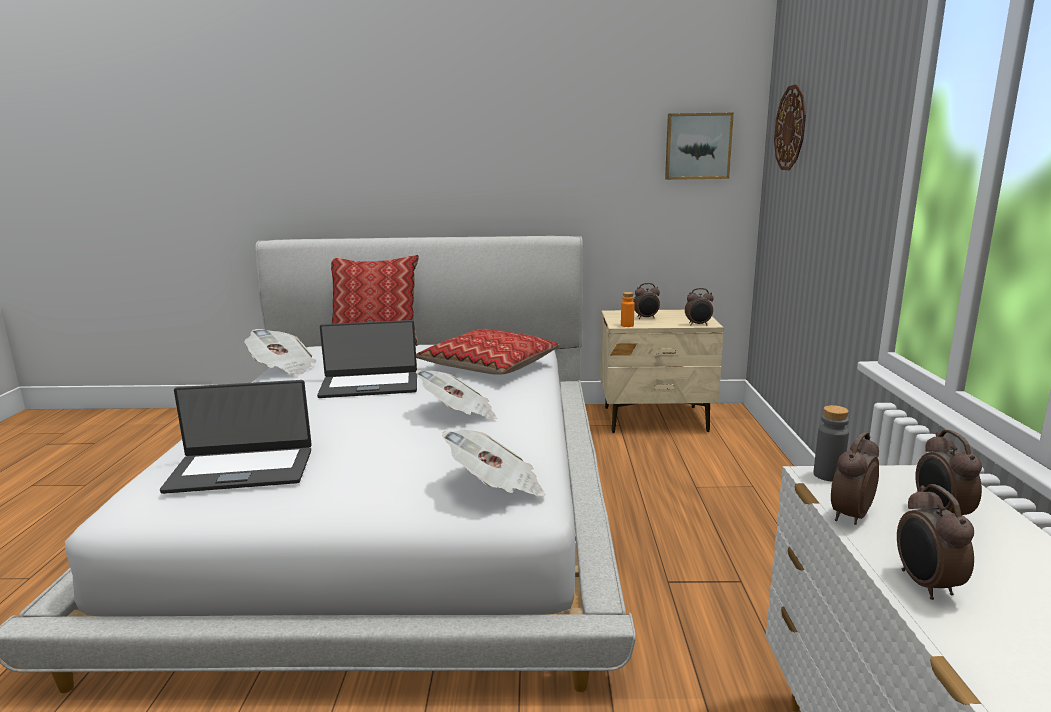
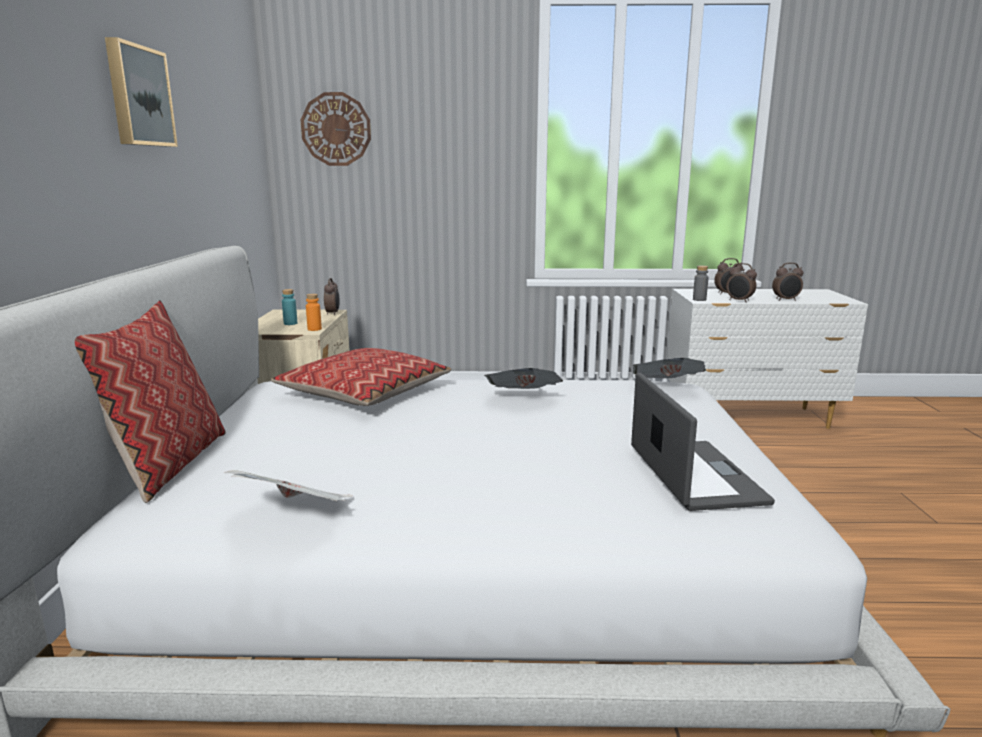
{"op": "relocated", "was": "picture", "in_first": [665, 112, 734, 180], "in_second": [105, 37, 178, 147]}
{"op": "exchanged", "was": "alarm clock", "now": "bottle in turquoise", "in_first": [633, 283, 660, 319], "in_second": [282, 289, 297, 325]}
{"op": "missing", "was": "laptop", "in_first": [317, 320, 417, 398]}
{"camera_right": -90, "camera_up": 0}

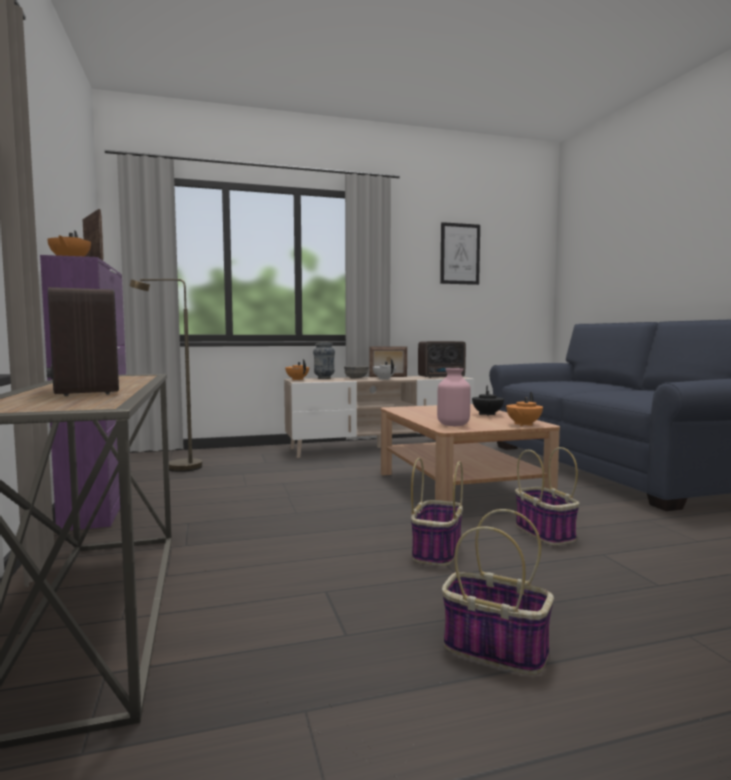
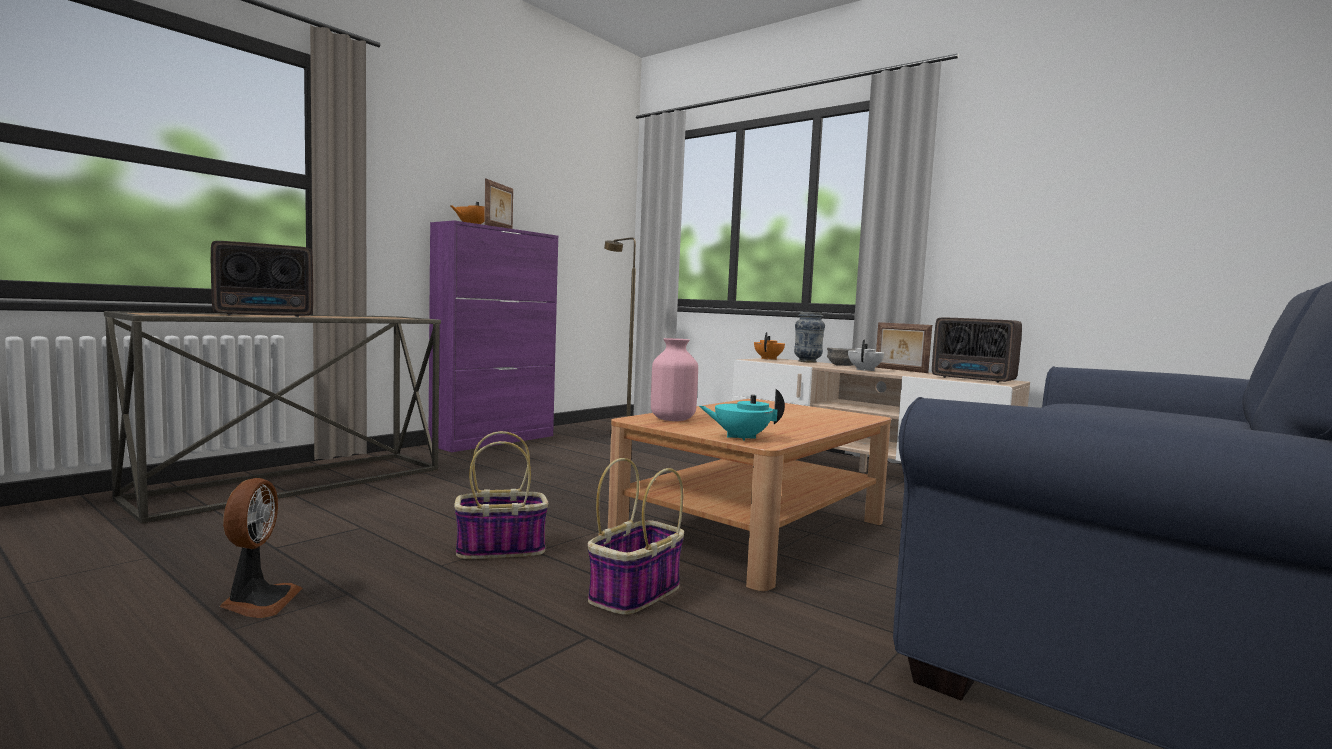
{"op": "missing", "was": "picture", "in_first": [440, 222, 480, 285]}
{"op": "spun", "was": "radio", "in_first": [46, 287, 119, 396], "in_second": [211, 241, 313, 317], "clockwise": -150}
{"op": "missing", "was": "teapot in black", "in_first": [472, 386, 504, 416]}
{"op": "colour", "was": "teapot in orange", "now": "teapot in turquoise", "in_first": [506, 392, 543, 426], "in_second": [699, 389, 785, 441]}
{"op": "exchanged", "was": "basket", "now": "fan", "in_first": [442, 509, 554, 675], "in_second": [220, 478, 302, 618]}
{"camera_right": 55, "camera_up": 0}

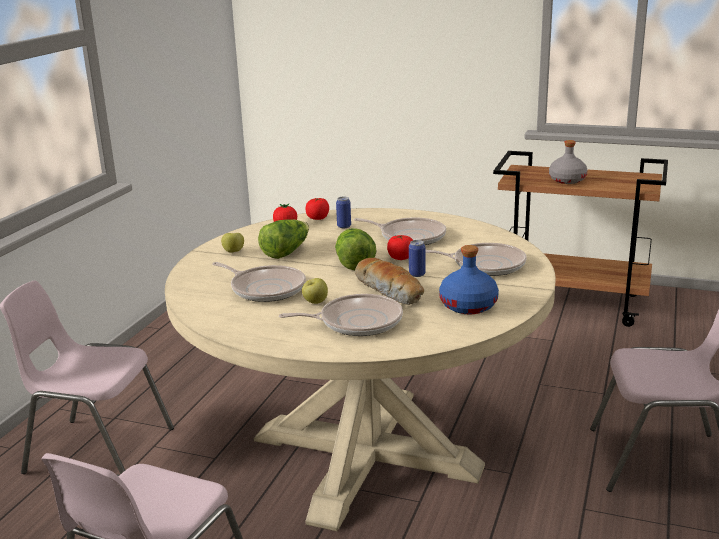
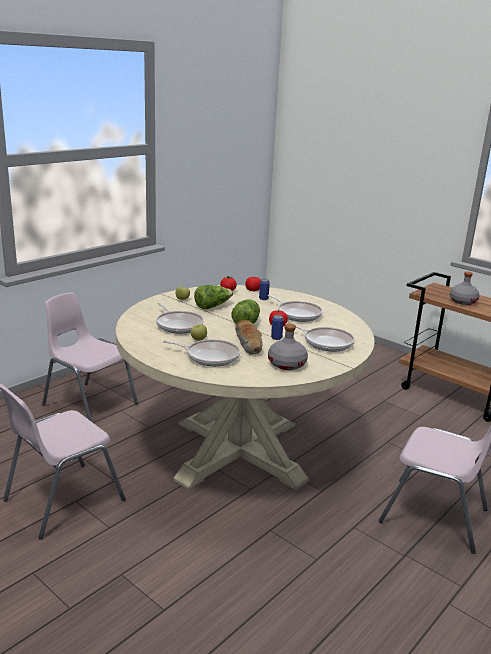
{"op": "colour", "was": "bottle in blue", "now": "bottle in grey", "in_first": [439, 245, 499, 314], "in_second": [268, 323, 308, 370]}
{"camera_right": 20, "camera_up": 0}

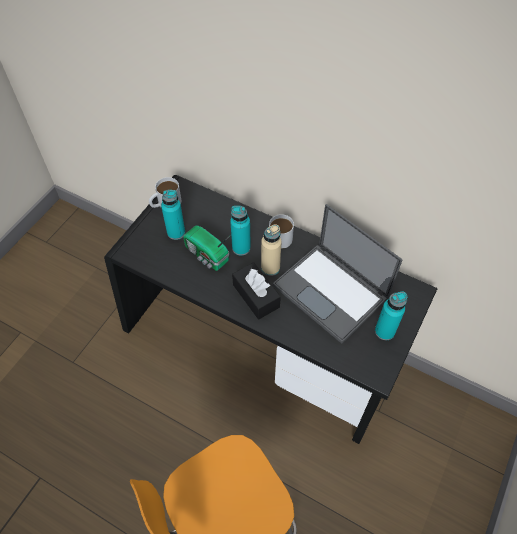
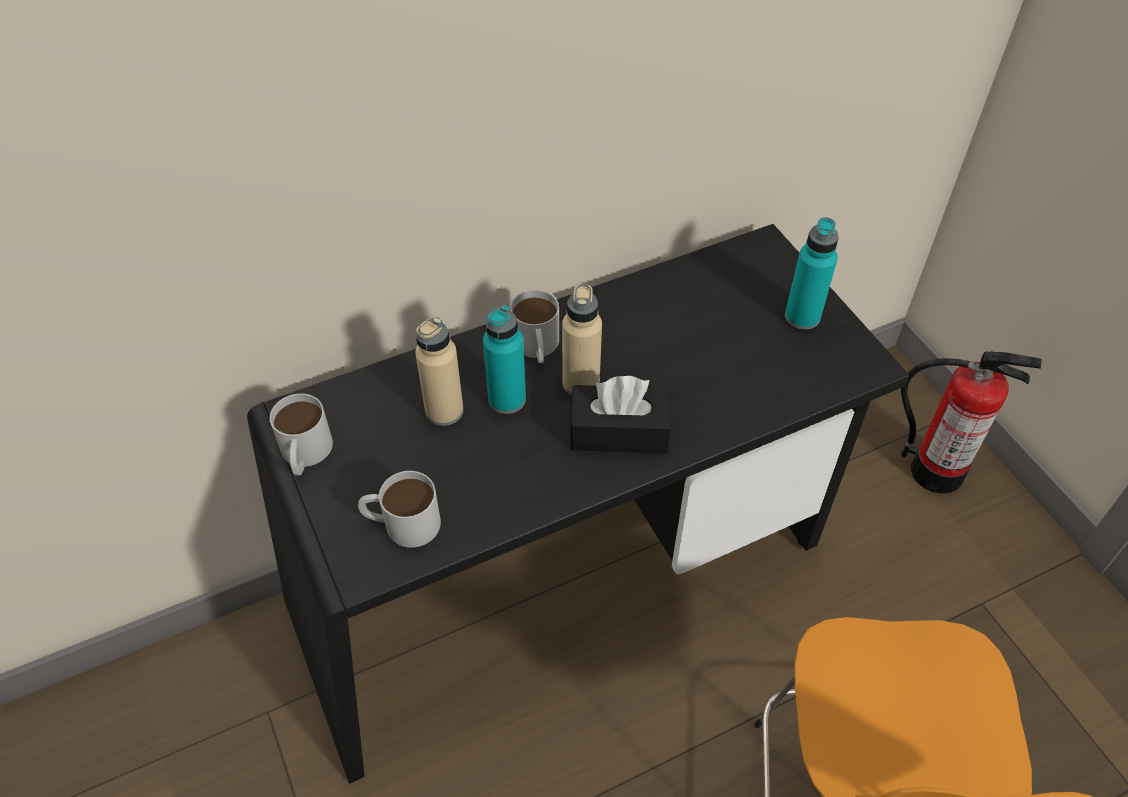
{"op": "missing", "was": "bottle in turquoise", "in_first": [161, 190, 185, 240]}
{"op": "missing", "was": "laptop", "in_first": [273, 204, 403, 344]}
{"op": "missing", "was": "radio", "in_first": [183, 226, 231, 271]}
{"op": "appeared", "now": "bottle in beige", "in_second": [415, 317, 464, 426]}
{"op": "appeared", "now": "fire extinguisher", "in_second": [901, 350, 1042, 494]}
{"op": "appeared", "now": "mug in white", "in_second": [358, 471, 441, 548]}
{"camera_right": -55, "camera_up": -5}

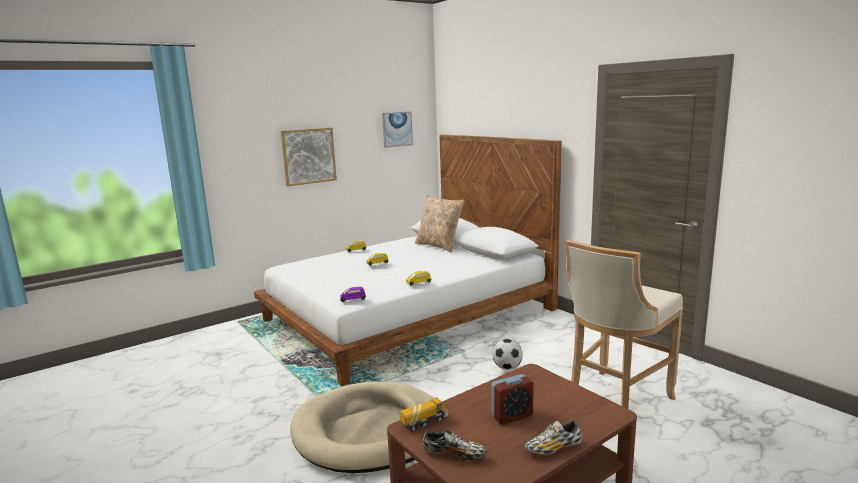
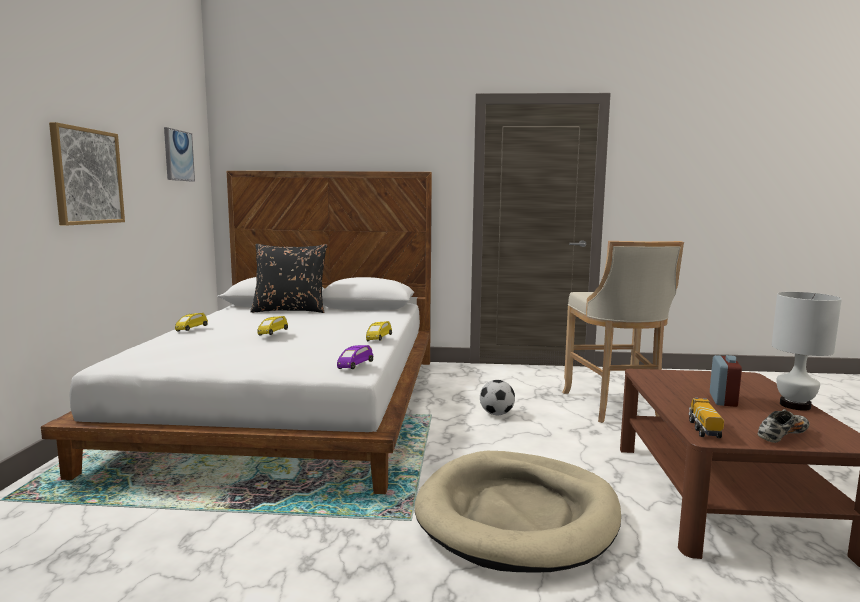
{"op": "colour", "was": "pillow in beige", "now": "pillow in black", "in_first": [415, 194, 465, 253], "in_second": [250, 244, 327, 313]}
{"op": "exchanged", "was": "shoe", "now": "table lamp in white", "in_first": [523, 420, 582, 455], "in_second": [772, 292, 842, 411]}
{"camera_right": -50, "camera_up": -5}

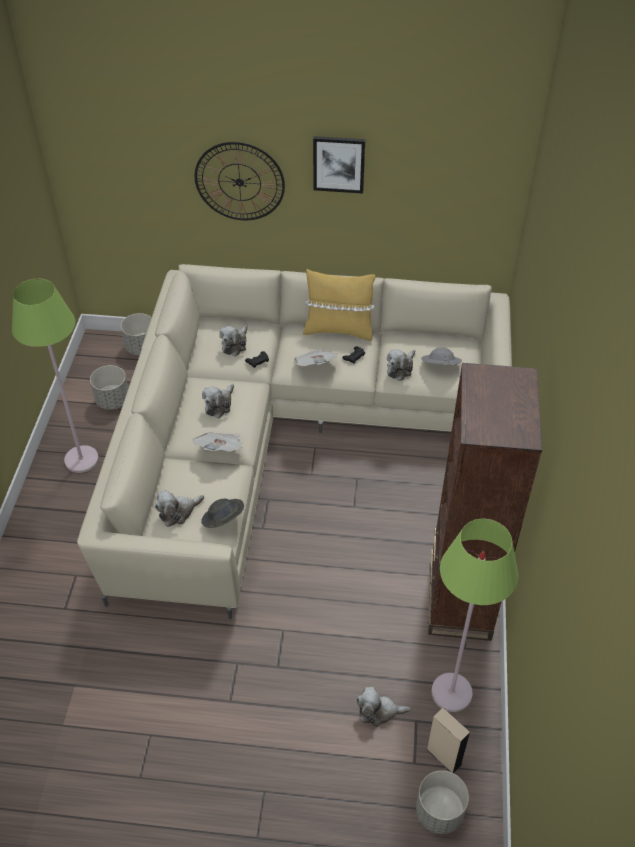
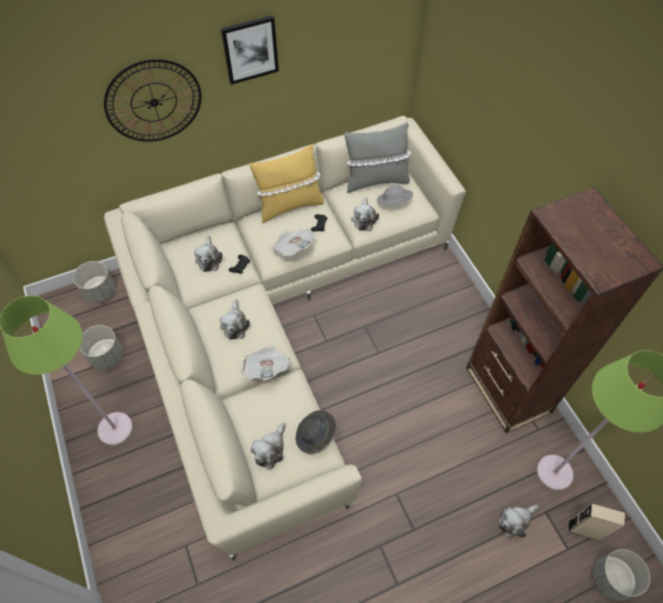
{"op": "appeared", "now": "pillow in grey", "in_second": [344, 123, 411, 193]}
{"camera_right": -30, "camera_up": 10}

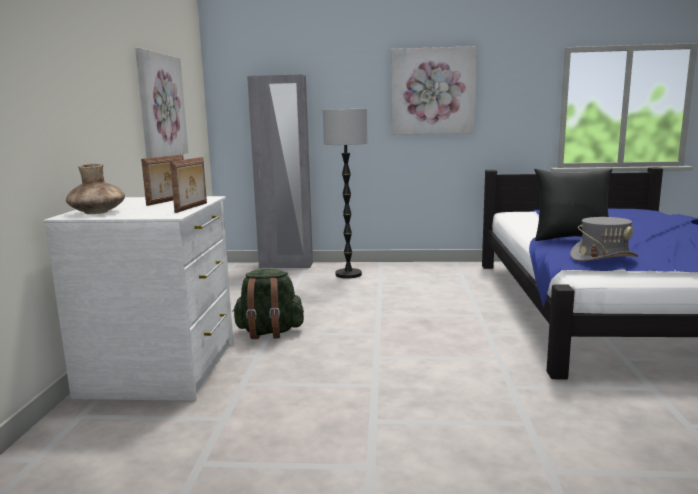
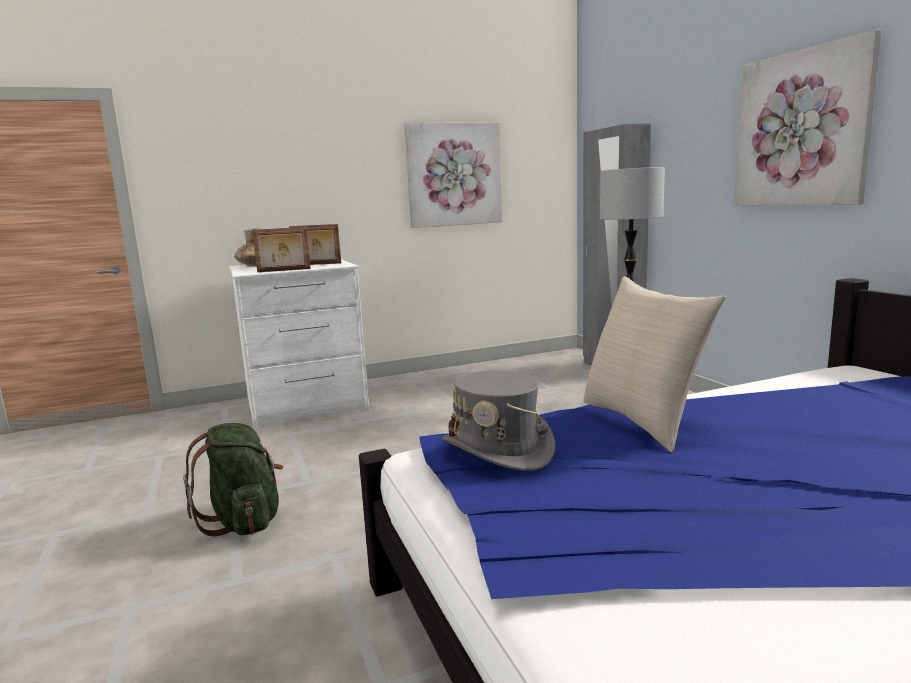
{"op": "colour", "was": "pillow in black", "now": "pillow in beige", "in_first": [534, 168, 612, 241], "in_second": [583, 277, 726, 452]}
{"op": "relocated", "was": "backpack in green", "in_first": [232, 269, 304, 339], "in_second": [183, 423, 283, 536]}
{"camera_right": 65, "camera_up": 0}

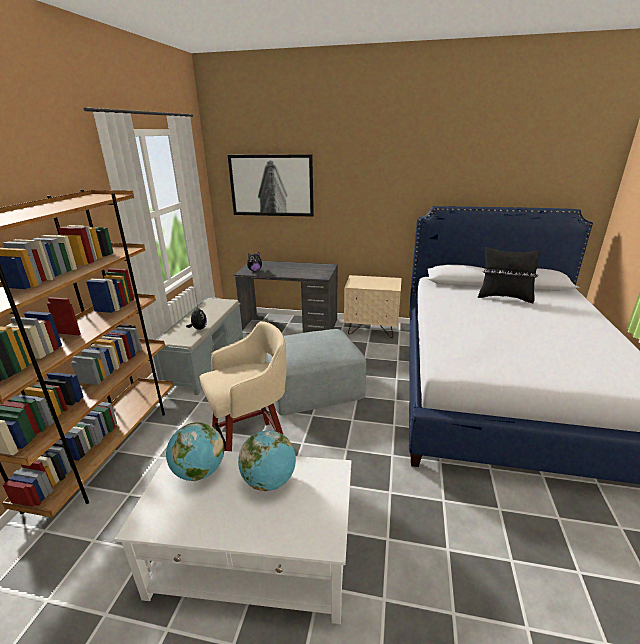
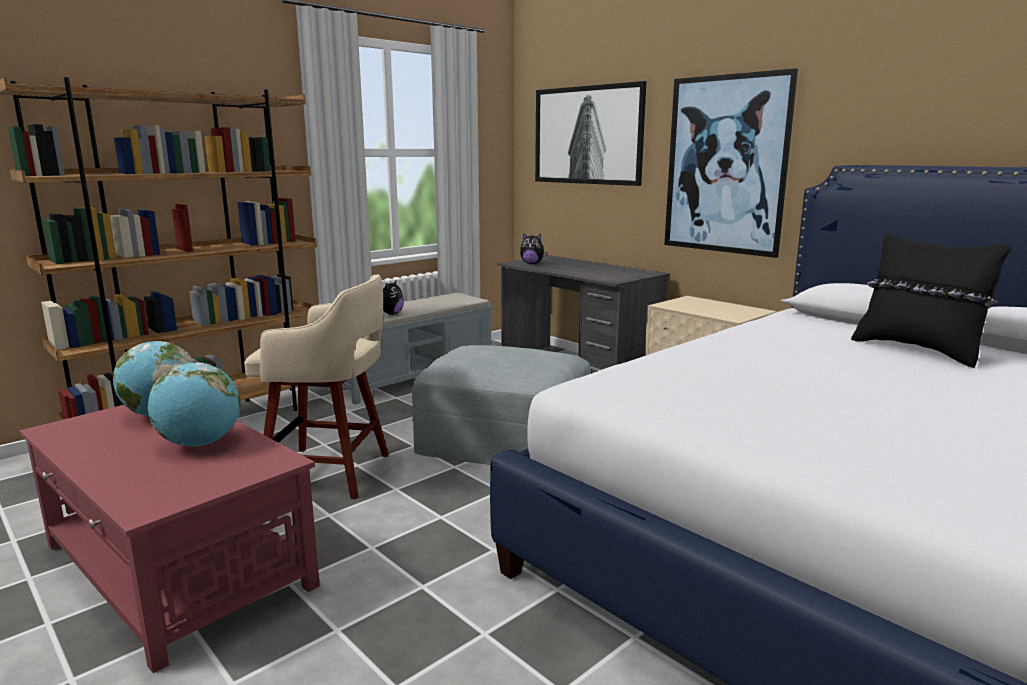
{"op": "colour", "was": "coffee table in white", "now": "coffee table in red", "in_first": [115, 451, 351, 624], "in_second": [20, 405, 320, 673]}
{"op": "appeared", "now": "picture", "in_second": [664, 68, 798, 258]}
{"camera_right": 35, "camera_up": -10}

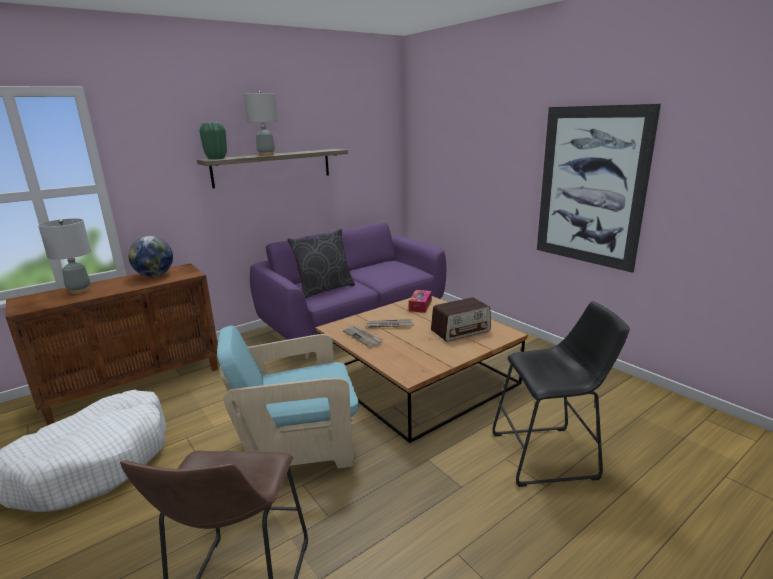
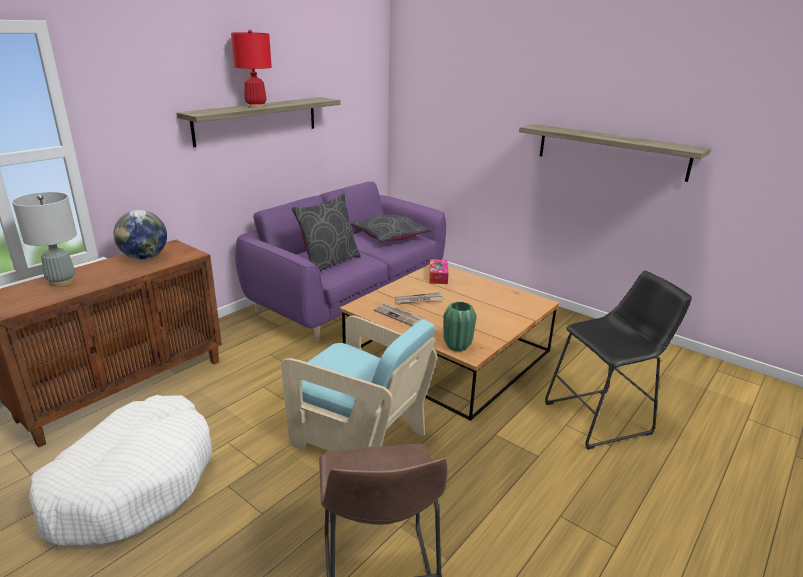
{"op": "colour", "was": "table lamp in grey", "now": "table lamp in red", "in_first": [244, 91, 278, 156], "in_second": [231, 30, 272, 108]}
{"op": "exchanged", "was": "picture", "now": "shelf", "in_first": [537, 104, 661, 273], "in_second": [519, 124, 711, 182]}
{"op": "relocated", "was": "vase in green", "in_first": [199, 122, 227, 159], "in_second": [443, 302, 477, 352]}
{"op": "missing", "was": "radio", "in_first": [431, 297, 491, 342]}
{"op": "spun", "was": "armchair in turquoise", "in_first": [217, 325, 359, 469], "in_second": [281, 315, 437, 452], "clockwise": -120}
{"op": "appeared", "now": "pillow in grey", "in_second": [351, 214, 431, 242]}
{"camera_right": -15, "camera_up": 5}

